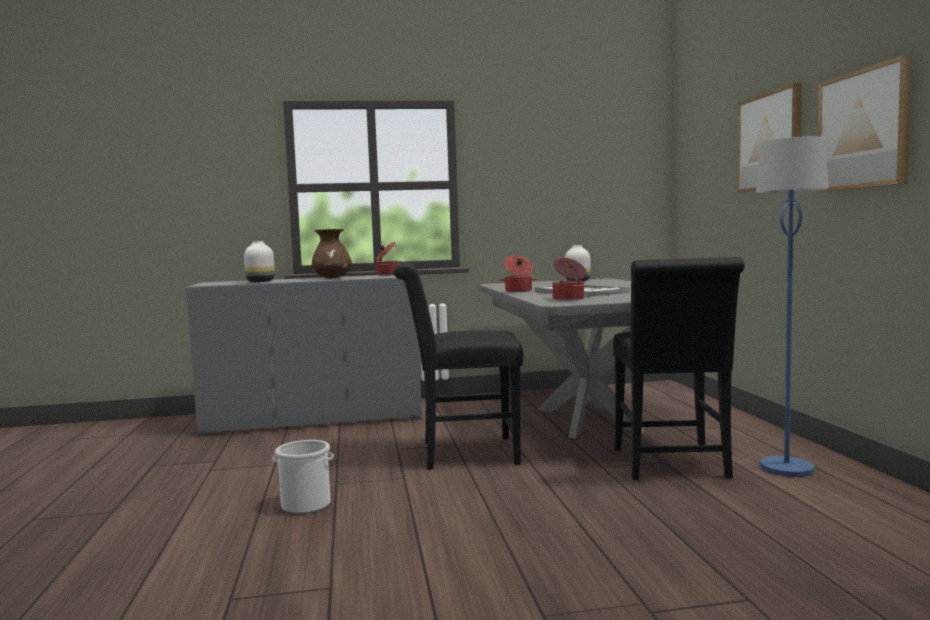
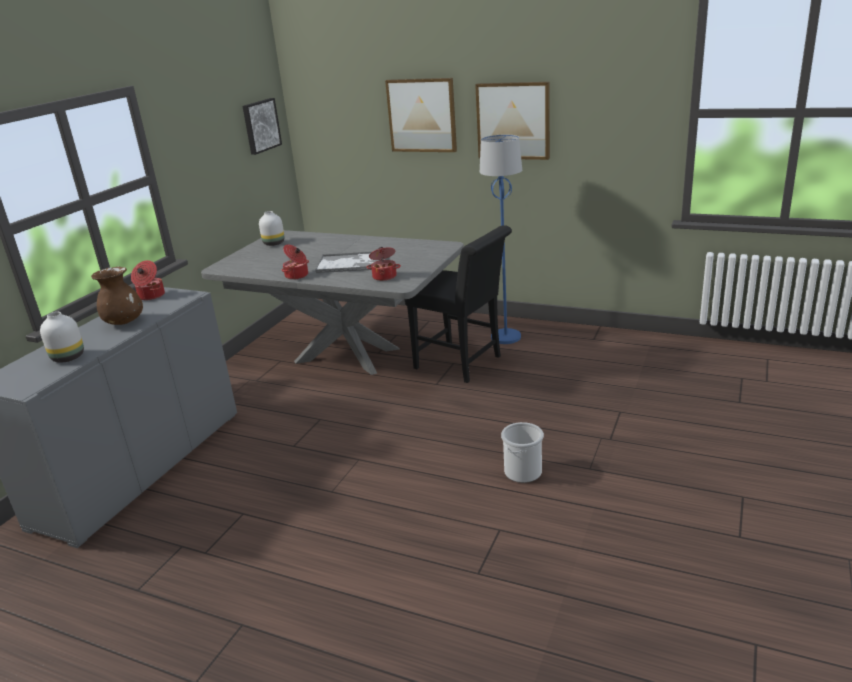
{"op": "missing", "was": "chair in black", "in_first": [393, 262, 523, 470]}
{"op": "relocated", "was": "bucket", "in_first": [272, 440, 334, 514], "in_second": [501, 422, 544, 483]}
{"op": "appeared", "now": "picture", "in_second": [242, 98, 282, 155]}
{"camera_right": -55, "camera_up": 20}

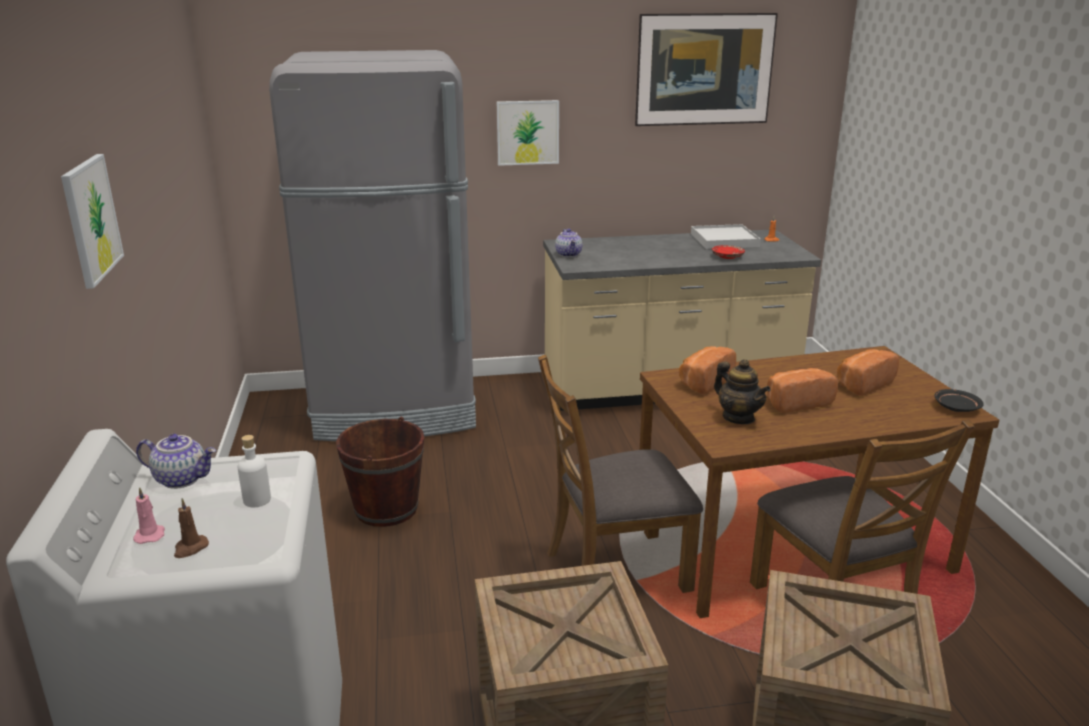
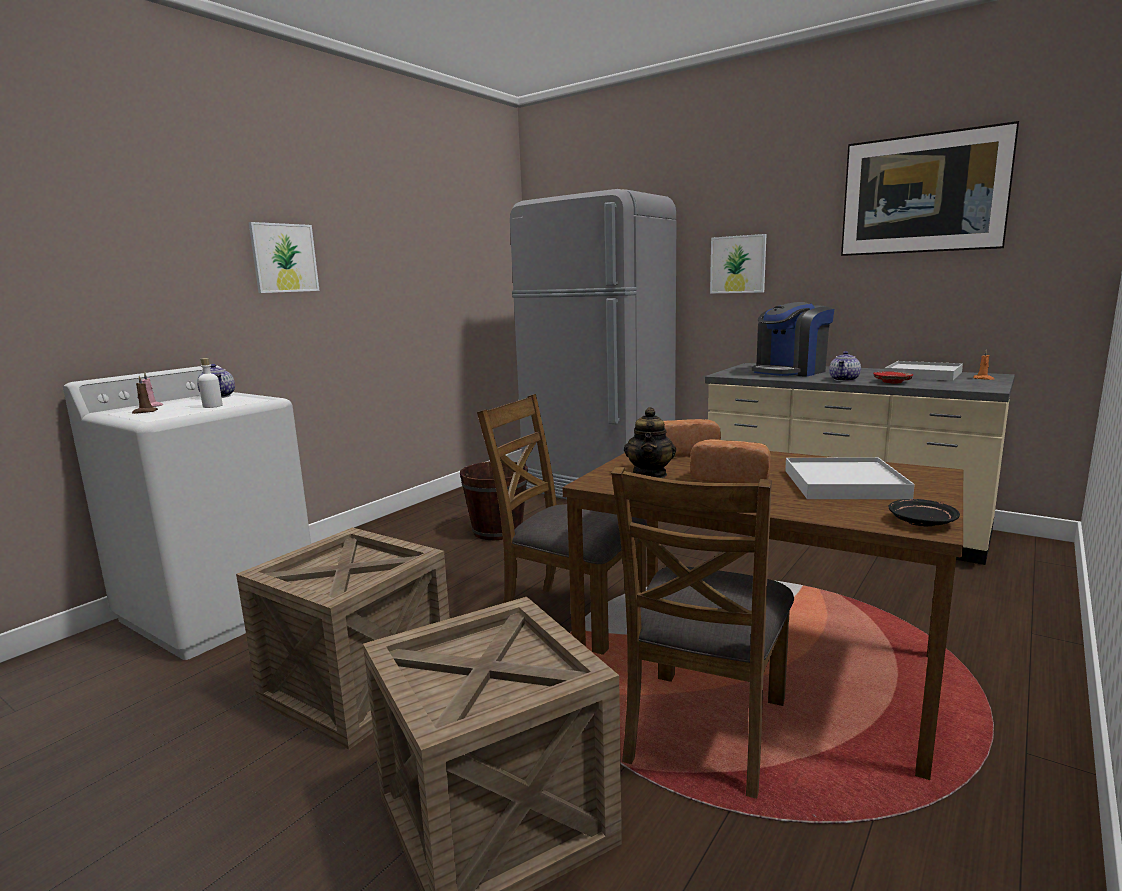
{"op": "relocated", "was": "teapot", "in_first": [555, 229, 582, 257], "in_second": [829, 351, 861, 382]}
{"op": "exchanged", "was": "bread", "now": "tray in white", "in_first": [837, 349, 899, 396], "in_second": [785, 457, 915, 499]}
{"op": "appeared", "now": "coffee machine", "in_second": [752, 302, 834, 377]}
{"camera_right": 45, "camera_up": -10}

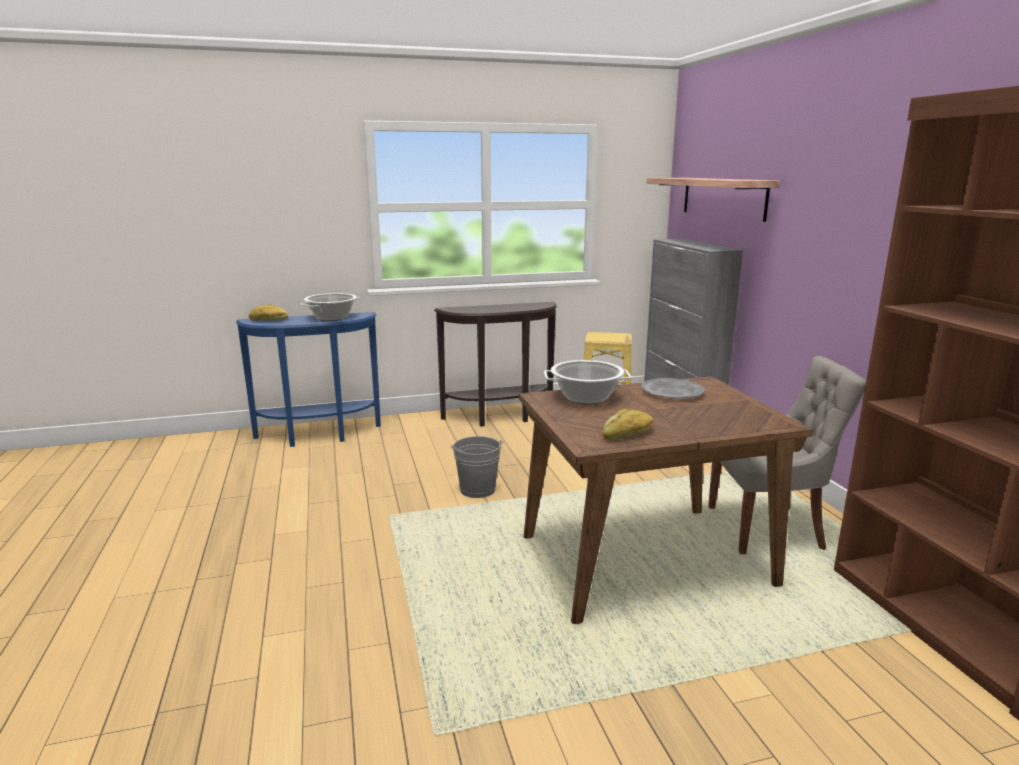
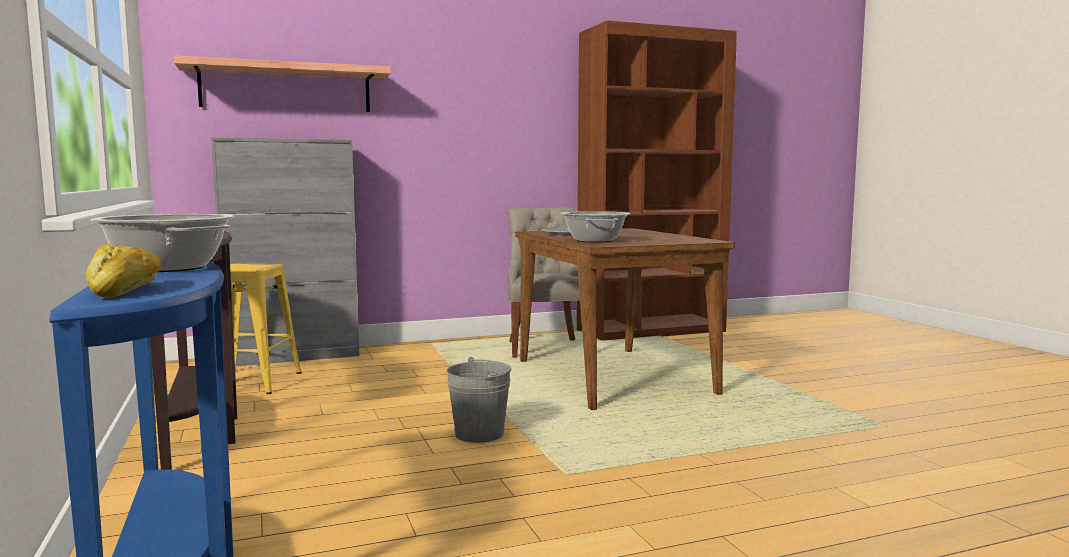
{"op": "missing", "was": "bread", "in_first": [602, 409, 654, 440]}
{"camera_right": -95, "camera_up": -10}

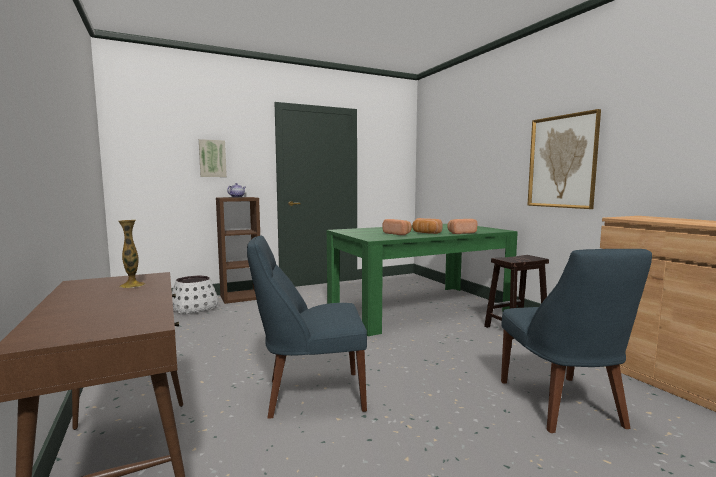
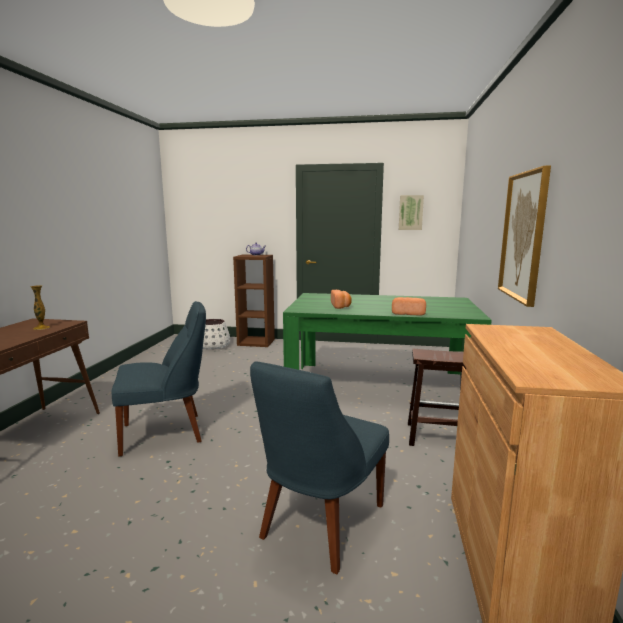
{"op": "relocated", "was": "picture", "in_first": [199, 139, 227, 177], "in_second": [399, 195, 424, 230]}
{"op": "missing", "was": "bread", "in_first": [412, 218, 443, 234]}
{"op": "spun", "was": "chair in blue", "in_first": [247, 236, 367, 419], "in_second": [111, 301, 206, 456], "clockwise": 135}
{"camera_right": 35, "camera_up": 5}

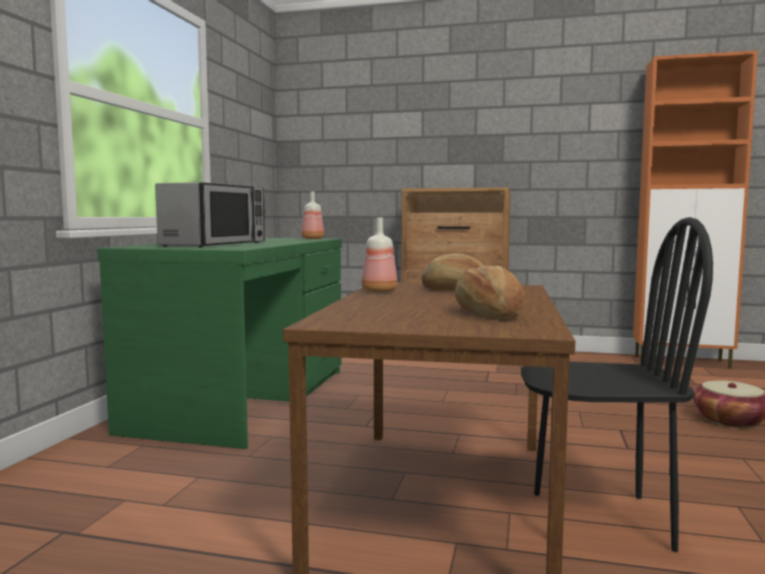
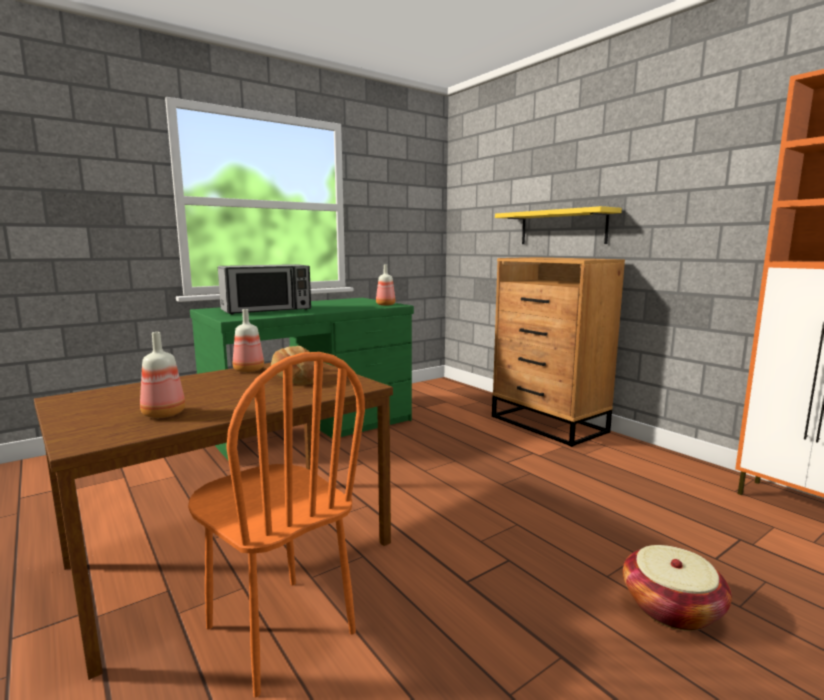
{"op": "colour", "was": "chair in black", "now": "chair in orange", "in_first": [521, 217, 713, 552], "in_second": [188, 352, 365, 698]}
{"op": "exchanged", "was": "bread", "now": "bottle", "in_first": [455, 266, 525, 319], "in_second": [140, 332, 185, 418]}
{"op": "appeared", "now": "shelf in yellow", "in_second": [495, 206, 622, 244]}
{"camera_right": 40, "camera_up": 5}

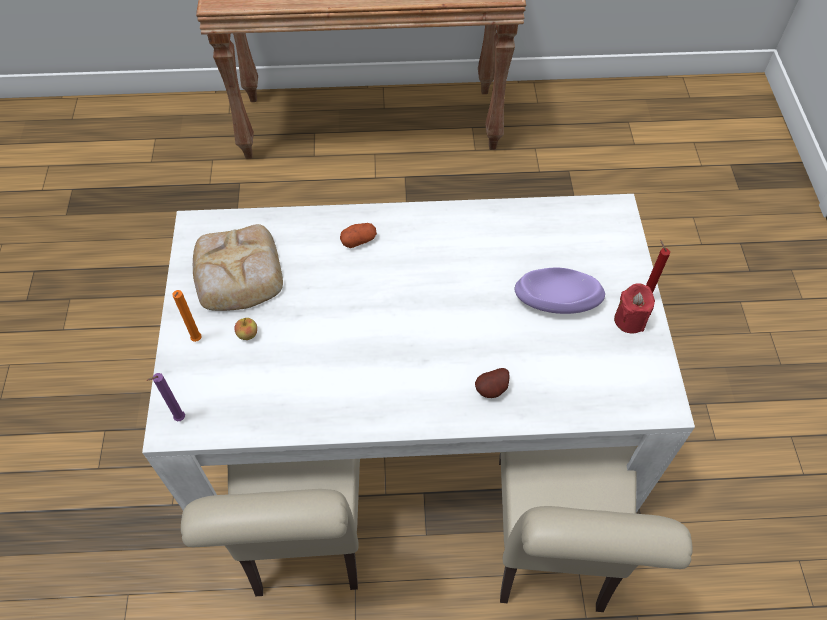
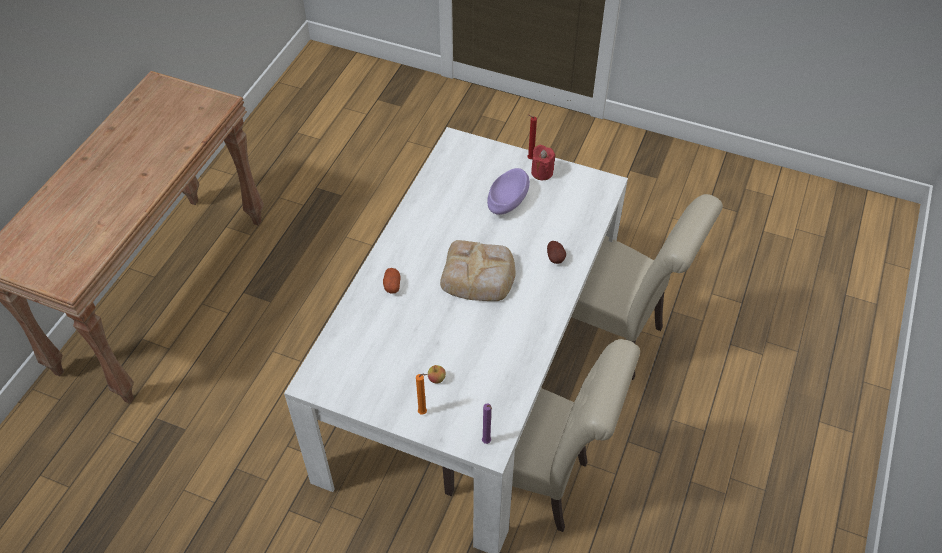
{"op": "relocated", "was": "bread", "in_first": [193, 224, 283, 311], "in_second": [440, 240, 516, 301]}
{"camera_right": -65, "camera_up": -5}

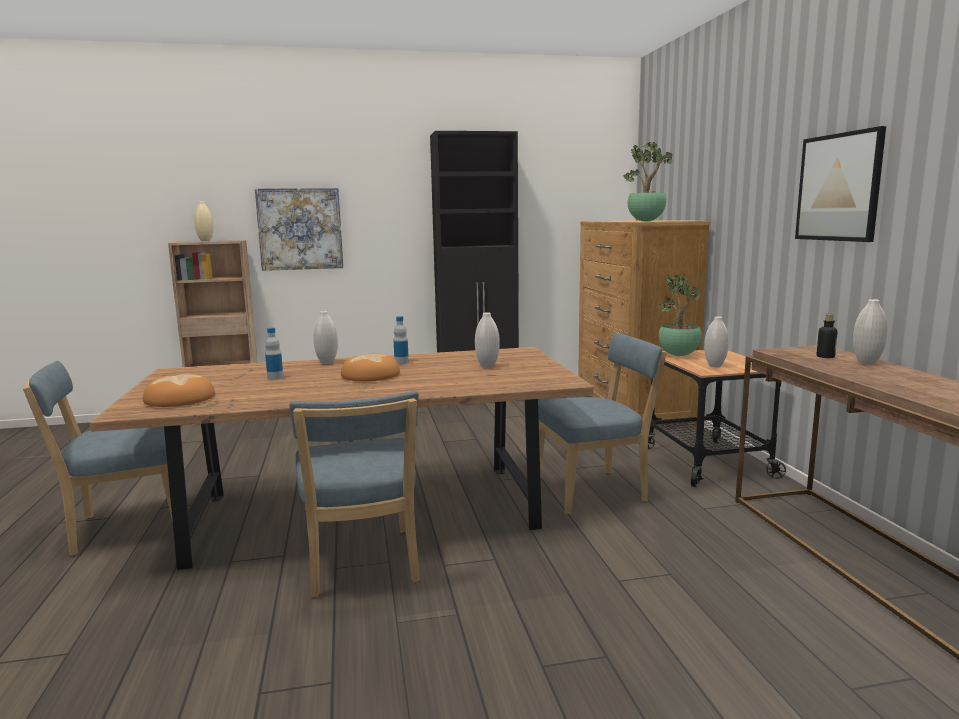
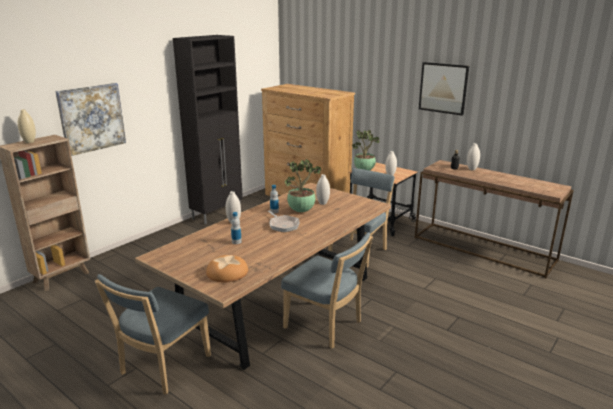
{"op": "relocated", "was": "potted plant", "in_first": [623, 142, 673, 221], "in_second": [284, 159, 321, 212]}
{"op": "exchanged", "was": "bread", "now": "frying pan", "in_first": [341, 353, 400, 382], "in_second": [268, 211, 299, 232]}
{"camera_right": -40, "camera_up": 10}

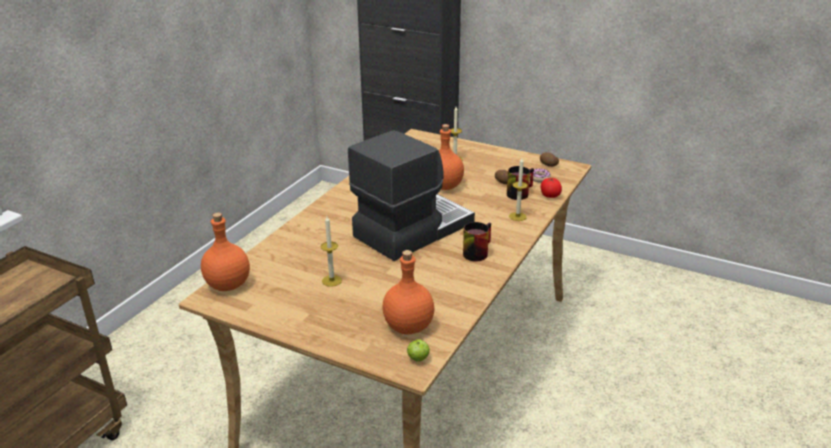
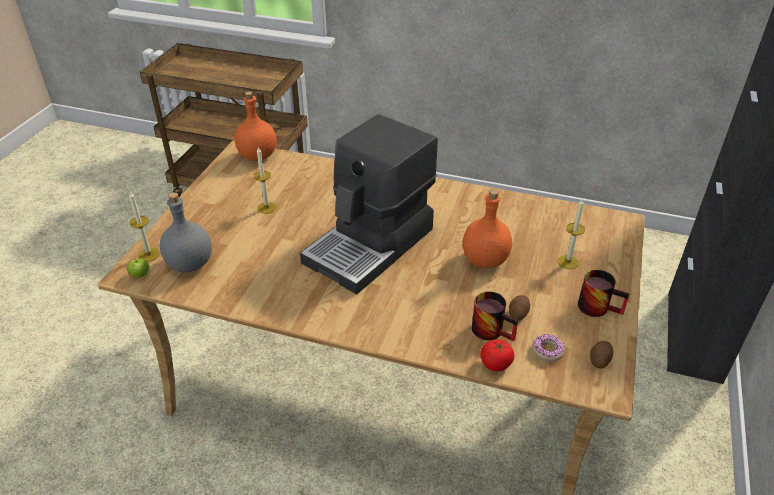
{"op": "spun", "was": "coffee machine", "in_first": [348, 130, 475, 261], "in_second": [300, 114, 438, 294], "clockwise": 90}
{"op": "relocated", "was": "candle", "in_first": [509, 158, 528, 221], "in_second": [129, 192, 160, 262]}
{"op": "relocated", "was": "mug", "in_first": [463, 222, 491, 261], "in_second": [578, 270, 629, 317]}
{"op": "colour", "was": "bottle in orange", "now": "bottle in grey", "in_first": [382, 250, 434, 335], "in_second": [160, 192, 212, 272]}
{"camera_right": 80, "camera_up": 10}

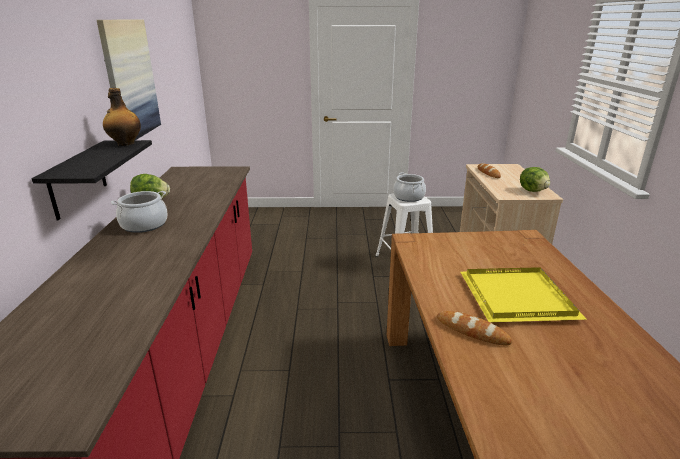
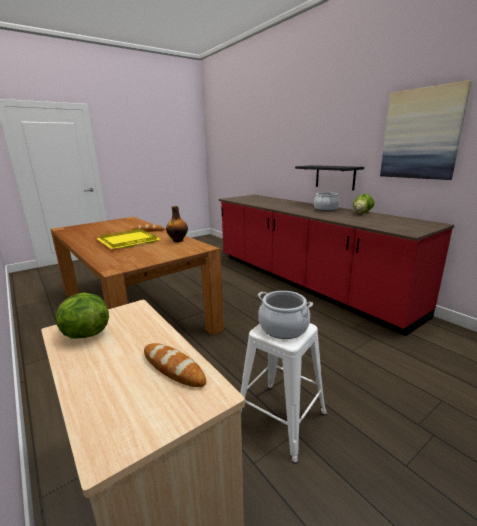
{"op": "relocated", "was": "bottle", "in_first": [103, 88, 141, 146], "in_second": [166, 206, 188, 242]}
{"camera_right": 145, "camera_up": -5}

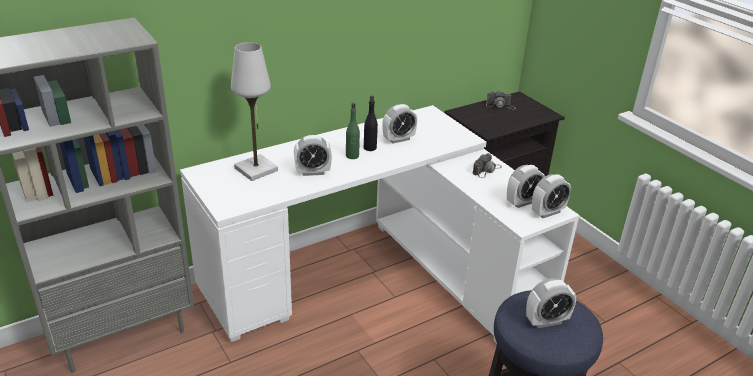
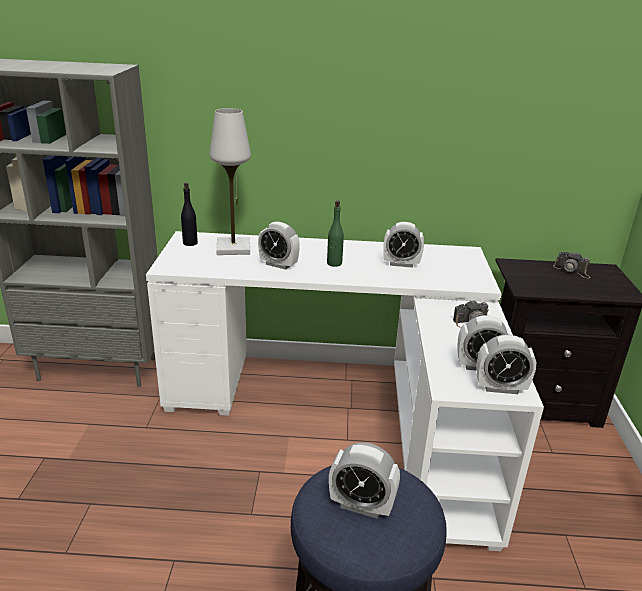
{"op": "relocated", "was": "bottle in black", "in_first": [364, 96, 378, 151], "in_second": [181, 183, 198, 246]}
{"camera_right": 35, "camera_up": -5}

